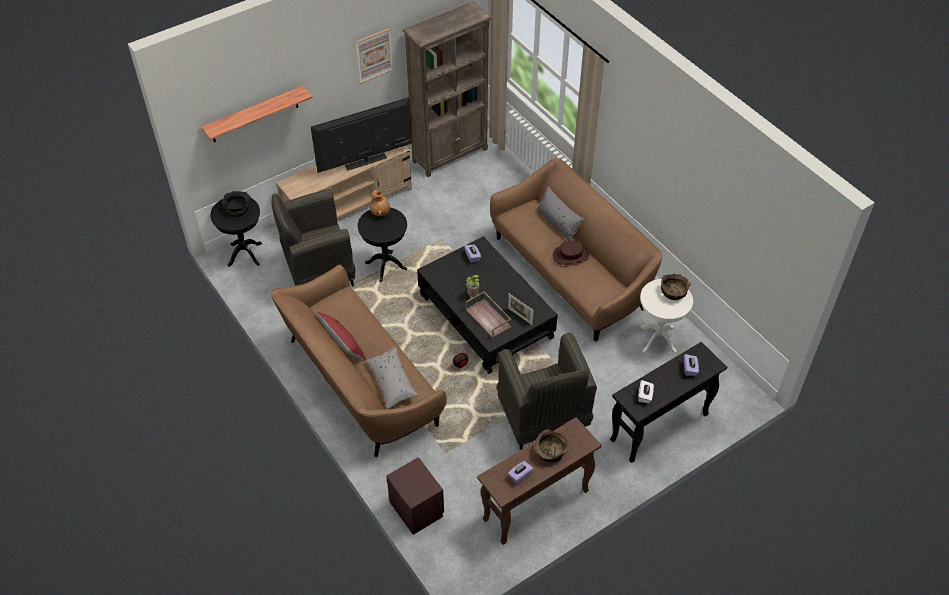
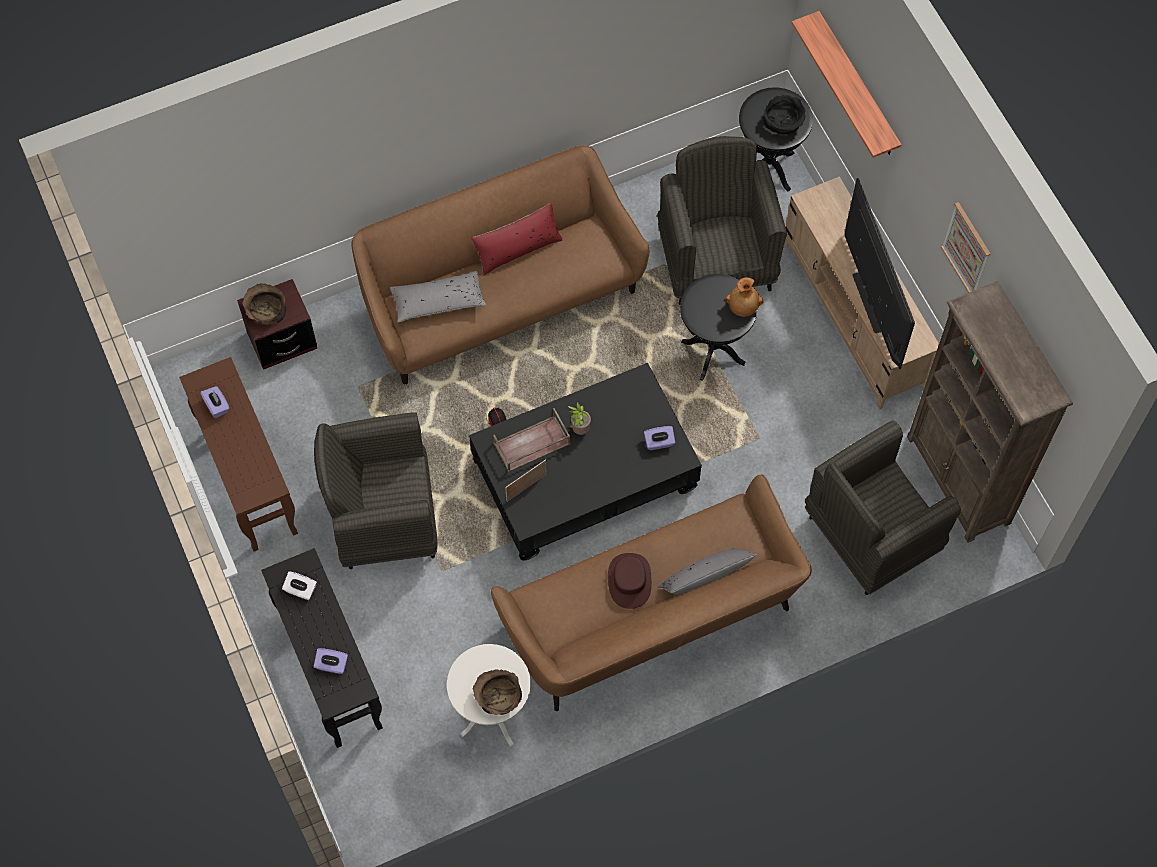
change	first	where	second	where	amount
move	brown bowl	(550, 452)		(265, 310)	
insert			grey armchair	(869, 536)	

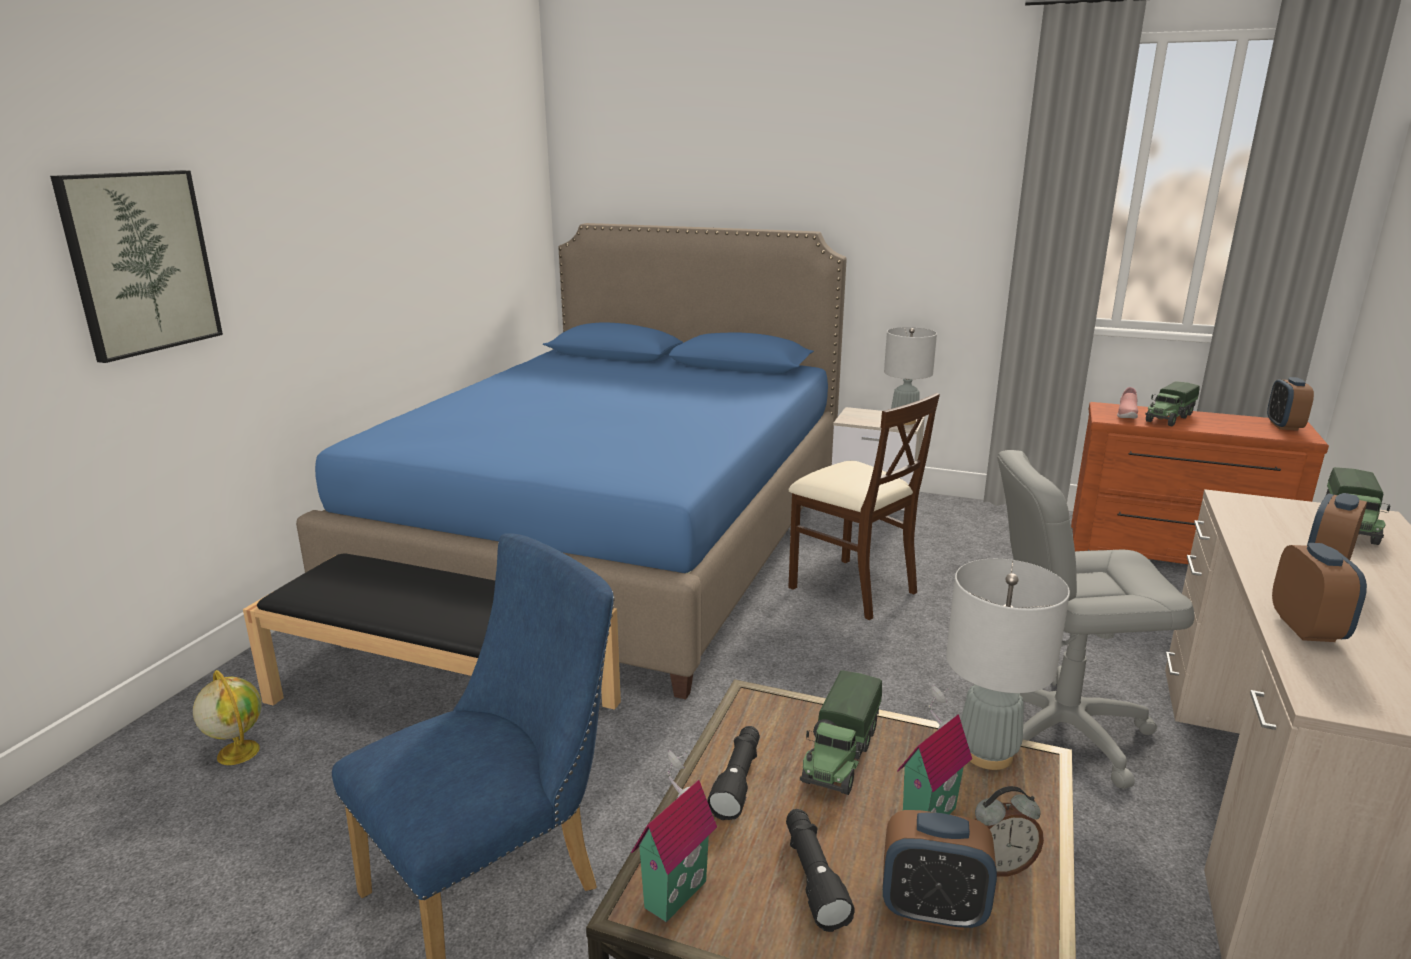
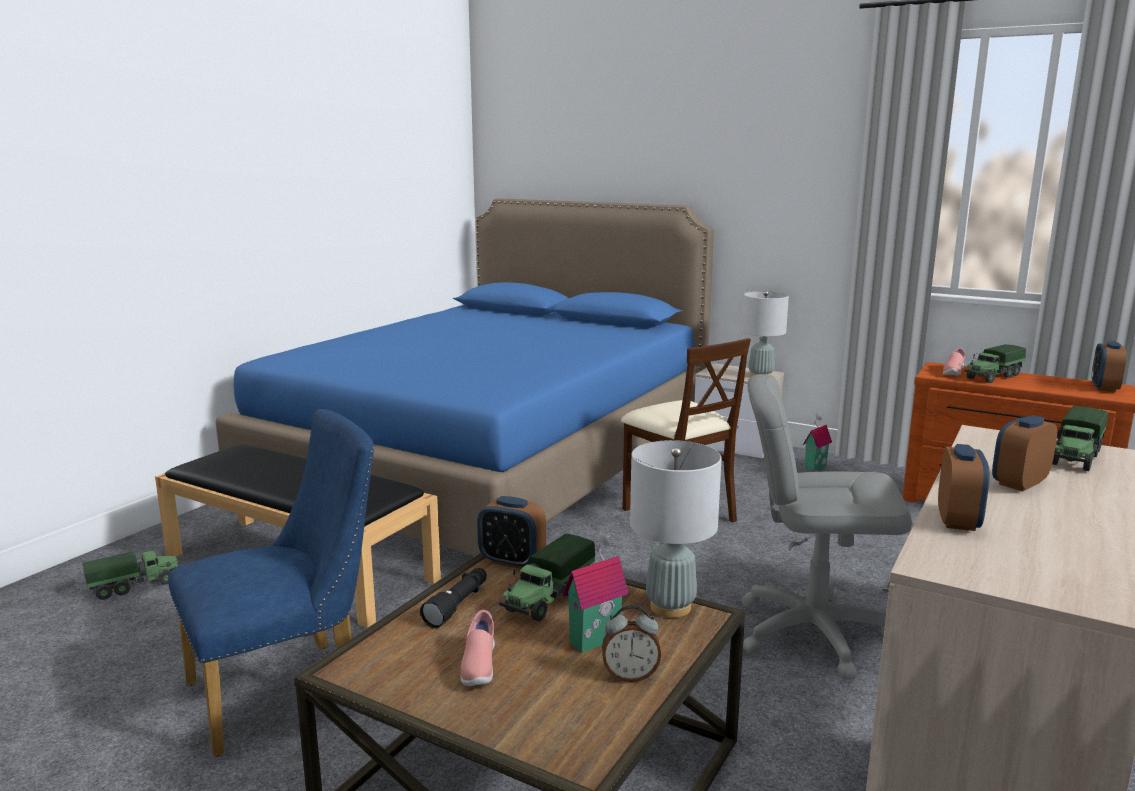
change	first	where	second	where	amount
delete	picture	(140, 263)			
replace	globe	(237, 752)	toy truck	(135, 586)	
move	toy house	(672, 891)		(814, 466)	
replace	black flashlight	(813, 877)	pink shoe	(478, 667)	
move	alarm clock	(933, 910)		(512, 561)	

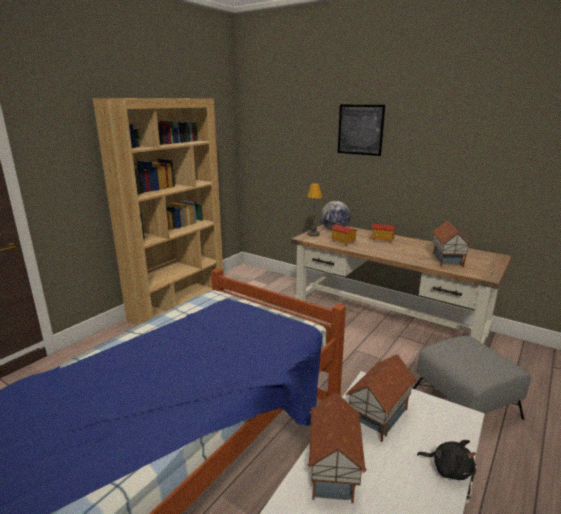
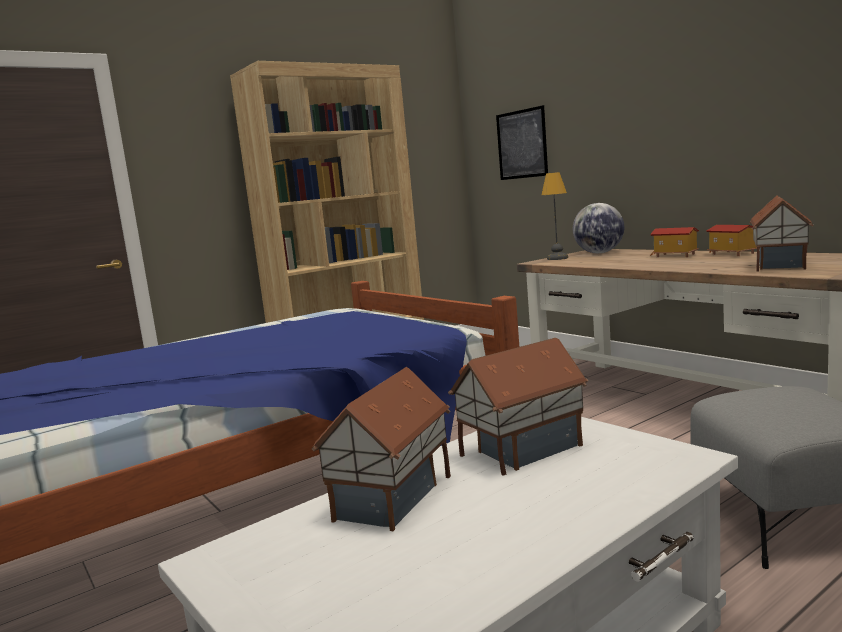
change	first	where	second	where	amount
move	picture	(360, 129)		(522, 144)	
move	toy house	(342, 242)		(731, 254)	
delete	black plush toy	(448, 468)			

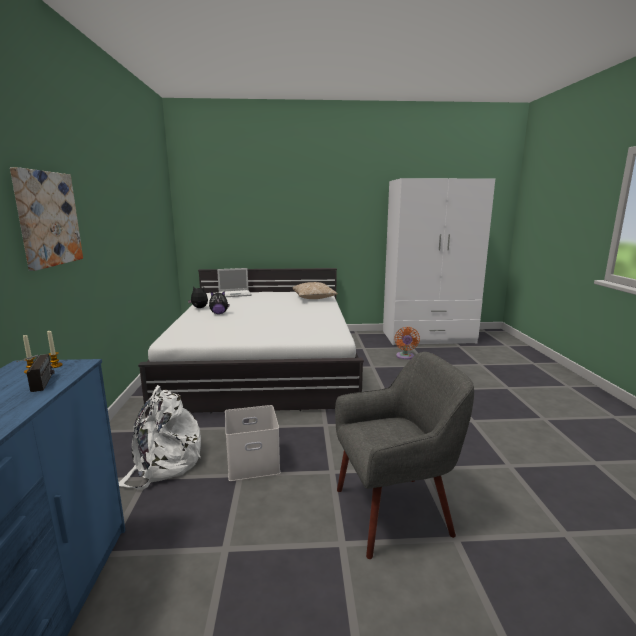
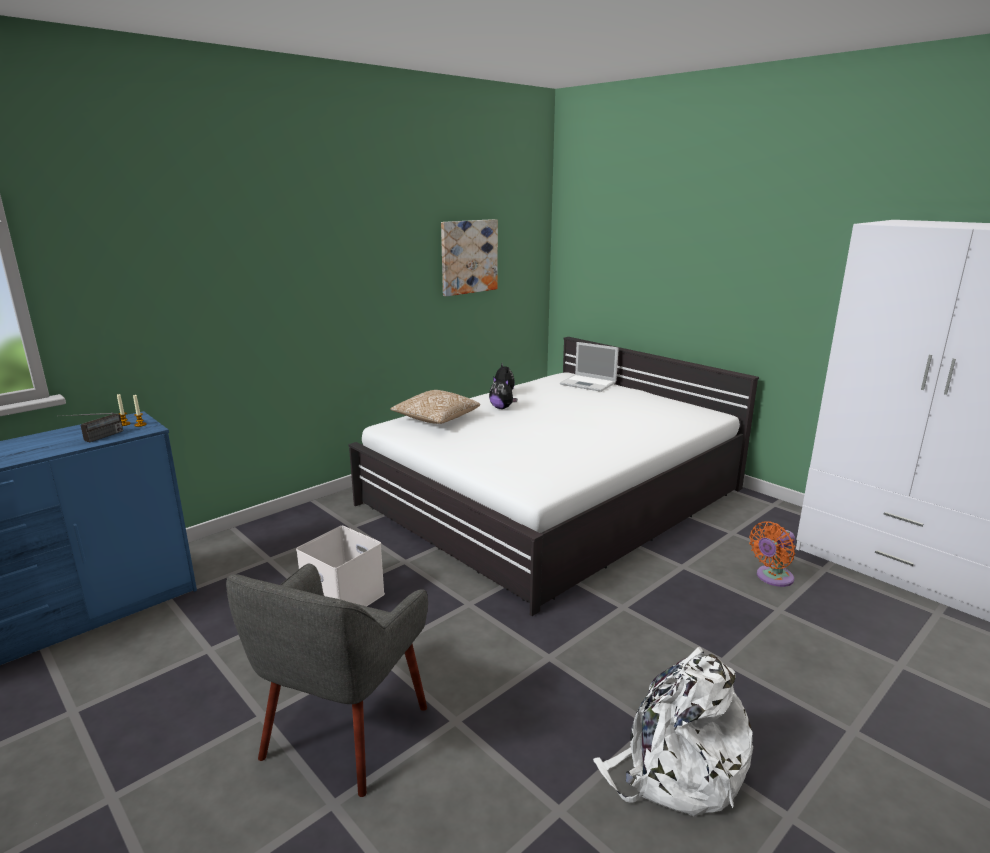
change	first	where	second	where	amount
move	picture	(47, 219)		(468, 257)	
move	pillow	(314, 298)		(435, 419)	
rotate	grey armchair	(394, 512)		(342, 732)	75 degrees clockwise
move	white backpack	(163, 464)		(675, 769)	

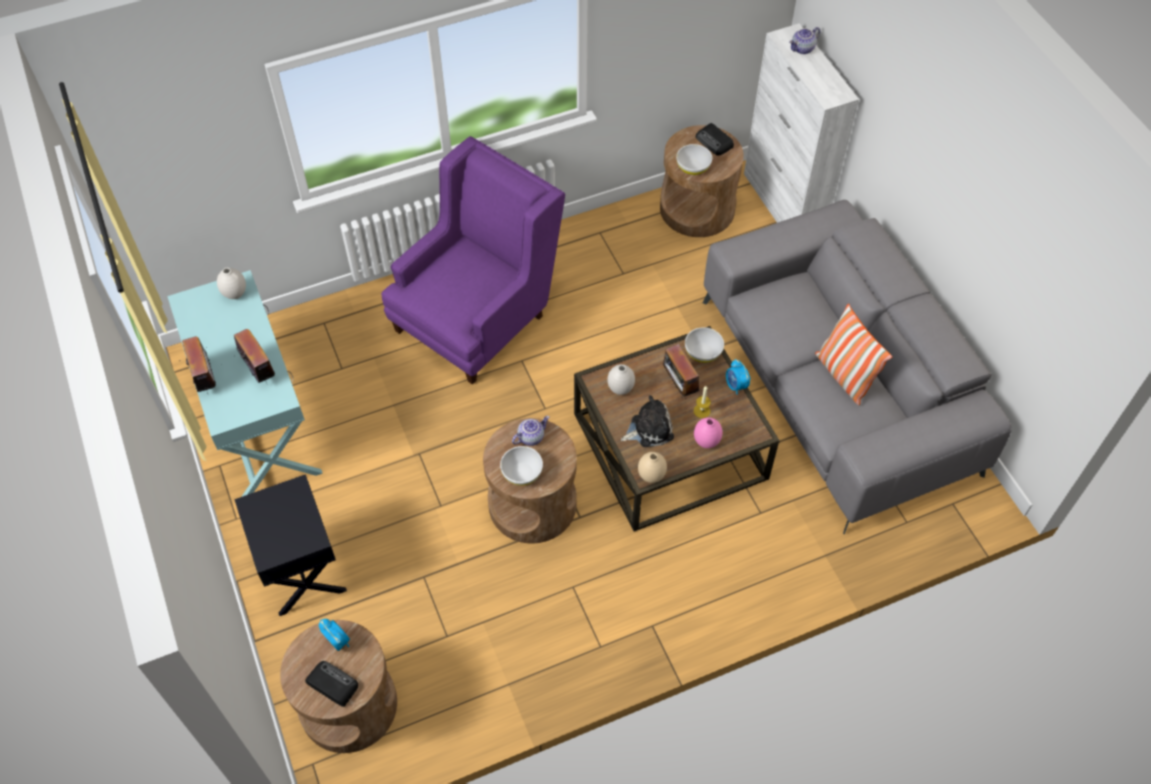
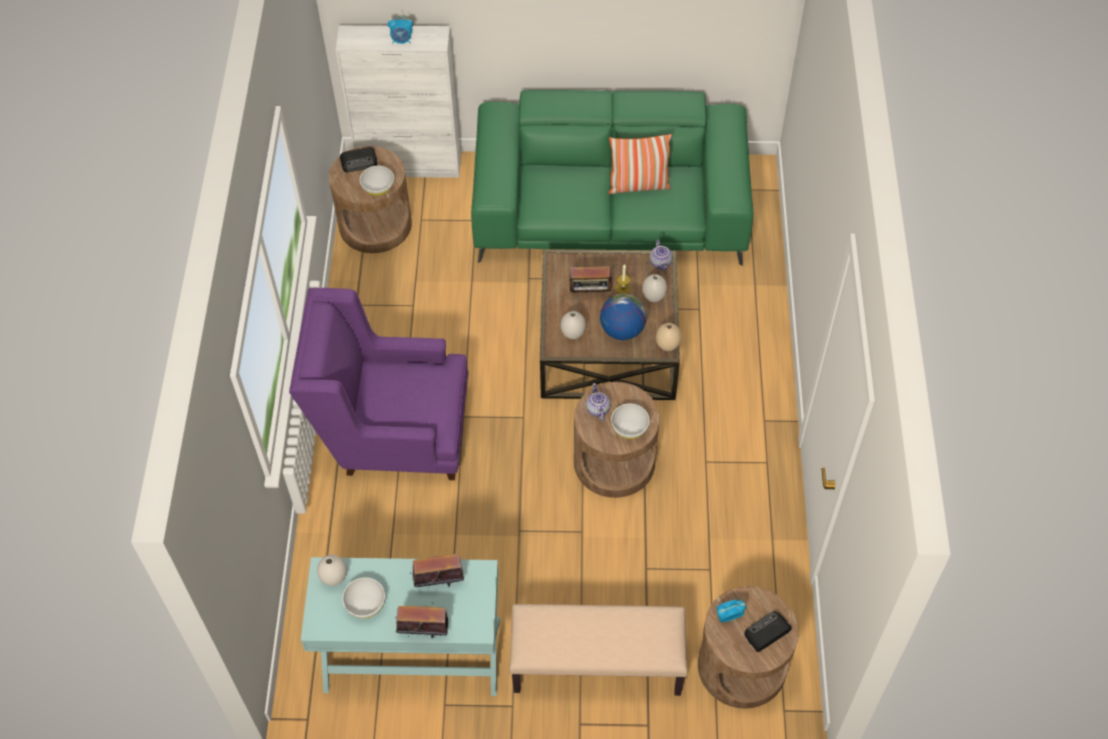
change	first	where	second	where	amount
move	teapot	(802, 49)		(661, 262)	
rotate	purple armchair	(477, 315)		(393, 432)	60 degrees counterclockwise
recolor	grey sofa	(837, 386)	green sofa	(610, 210)	
move	white bowl	(703, 352)		(365, 604)	
move	alarm clock	(736, 385)		(402, 41)	
replace	plush toy	(649, 429)	globe	(622, 330)	
recolor	pink vase	(706, 442)	white vase	(654, 297)	
replace	black nightstand	(301, 572)	beige bench	(596, 665)	

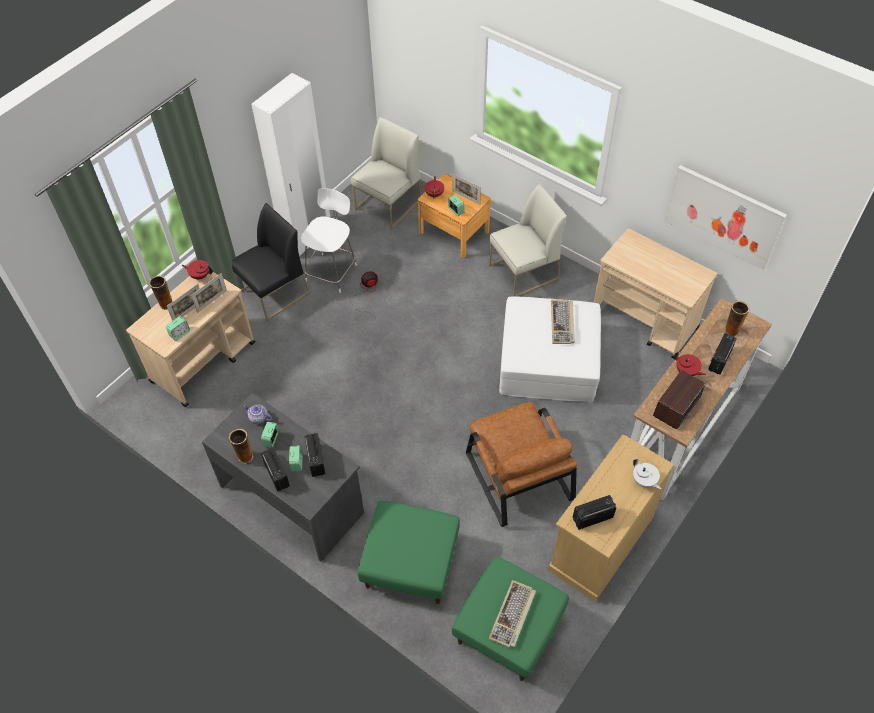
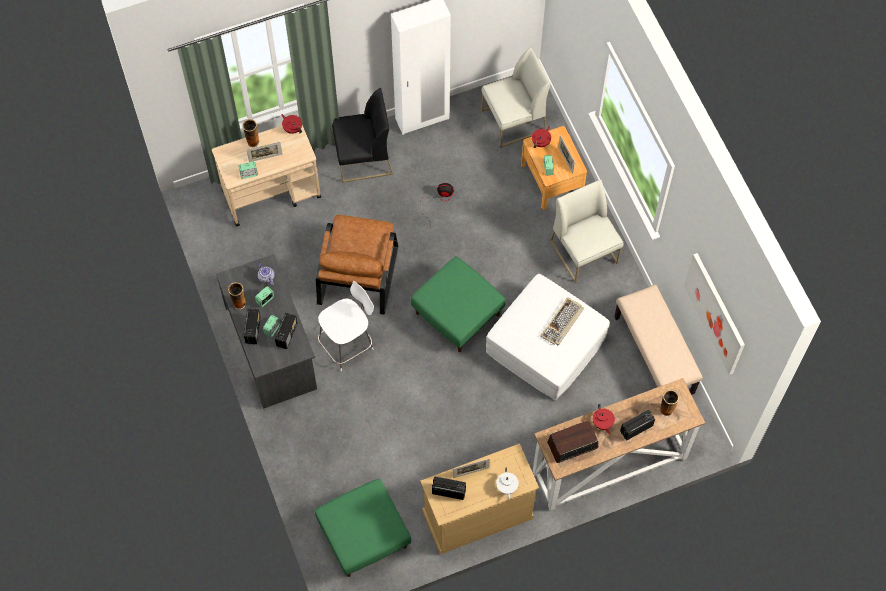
change	first	where	second	where	amount
rotate	white chair	(523, 272)		(584, 252)	120 degrees counterclockwise
move	white stool	(332, 271)		(347, 344)	
replace	beige cart	(645, 321)	beige bench	(654, 355)	
move	picture frame	(212, 301)		(471, 472)	
move	brown armchair	(517, 474)		(358, 273)	
move	green ottoman	(411, 563)		(458, 314)	
delete	keyboard	(513, 615)			

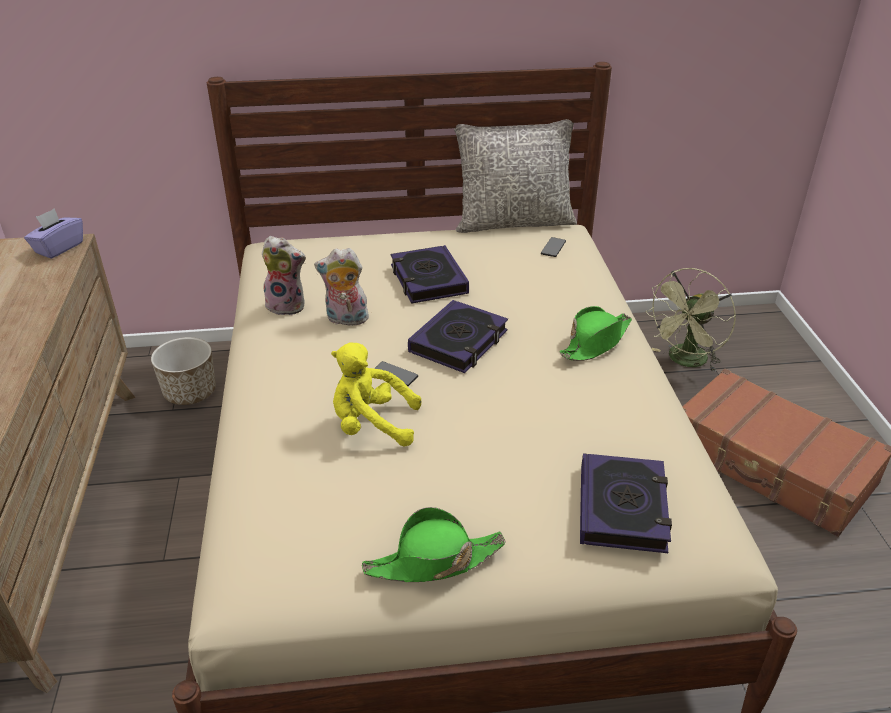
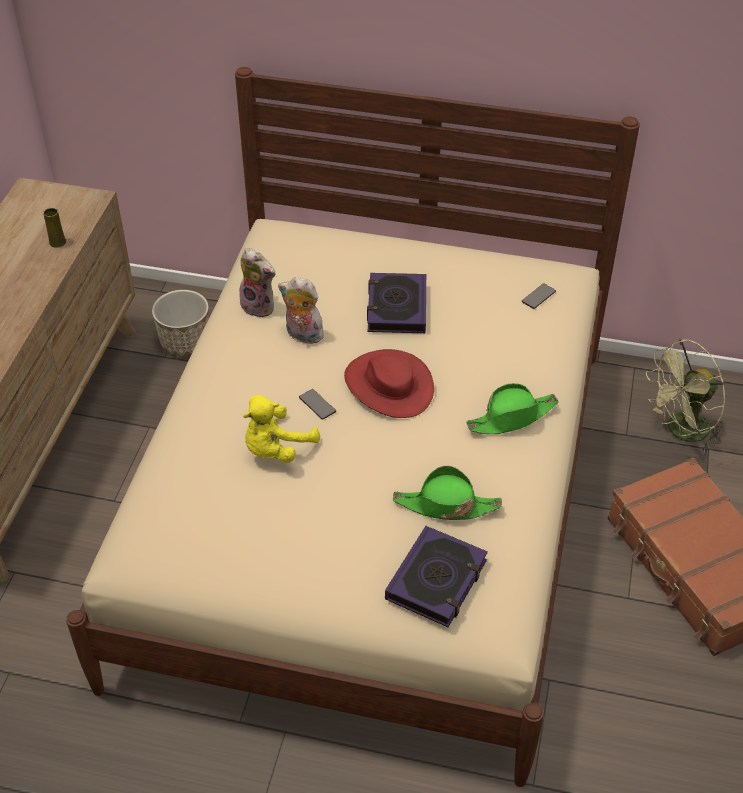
change	first	where	second	where	amount
delete	grey pillow	(513, 221)			
delete	purple tissue box	(59, 248)			
replace	book	(459, 342)	red hat	(389, 385)	
rotate	yellow plush toy	(371, 425)		(276, 449)	75 degrees counterclockwise
move	green hat	(433, 561)		(446, 505)	
insert			yellow vase	(57, 242)	

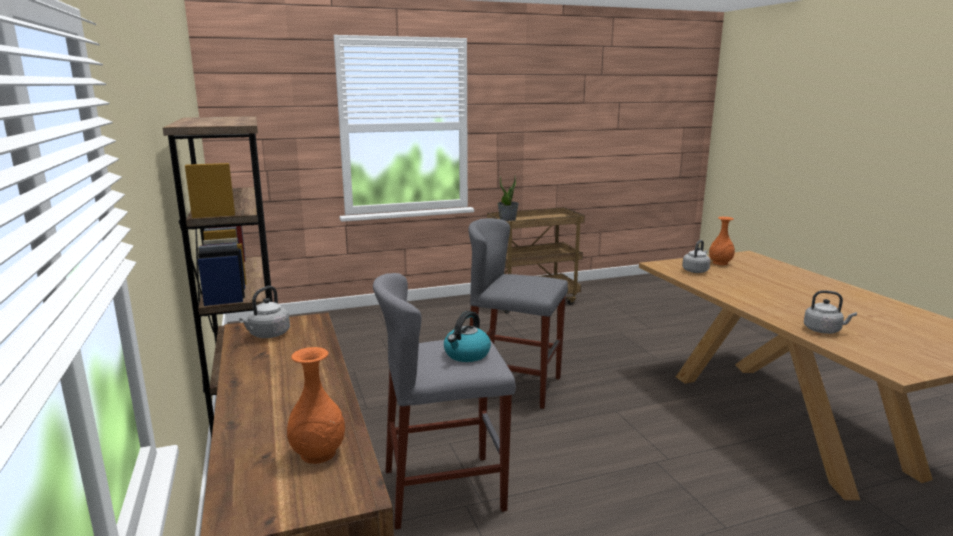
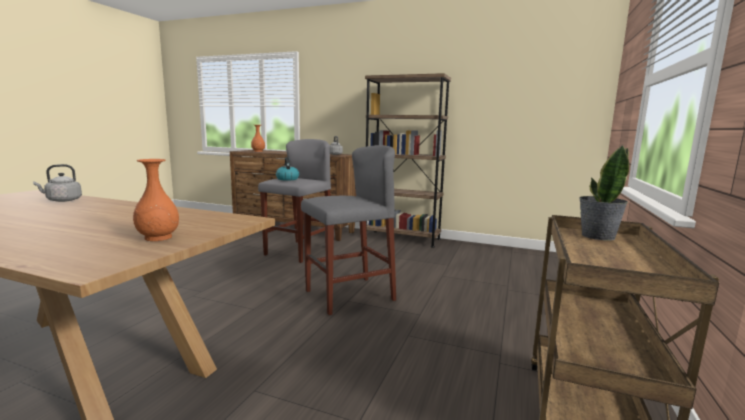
change	first	where	second	where	amount
delete	grey kettle	(696, 271)			

